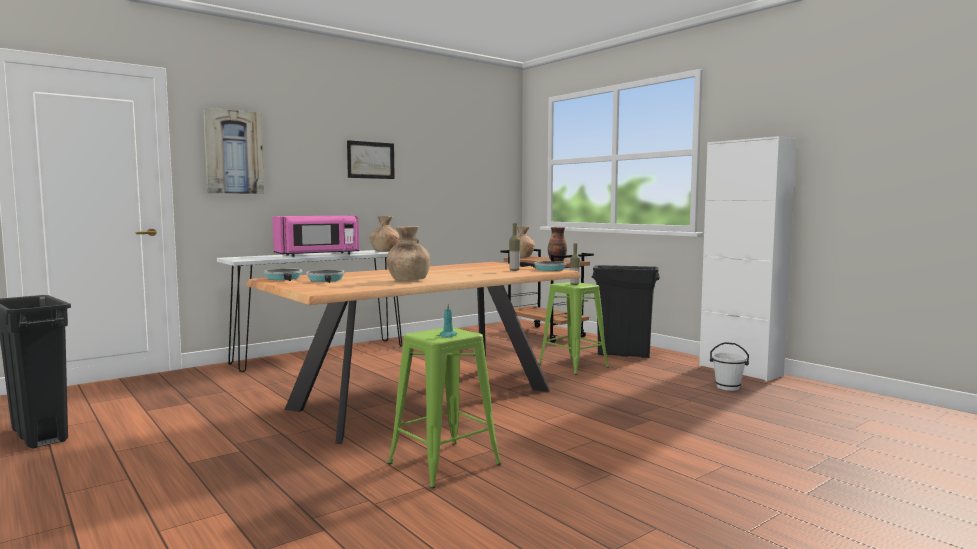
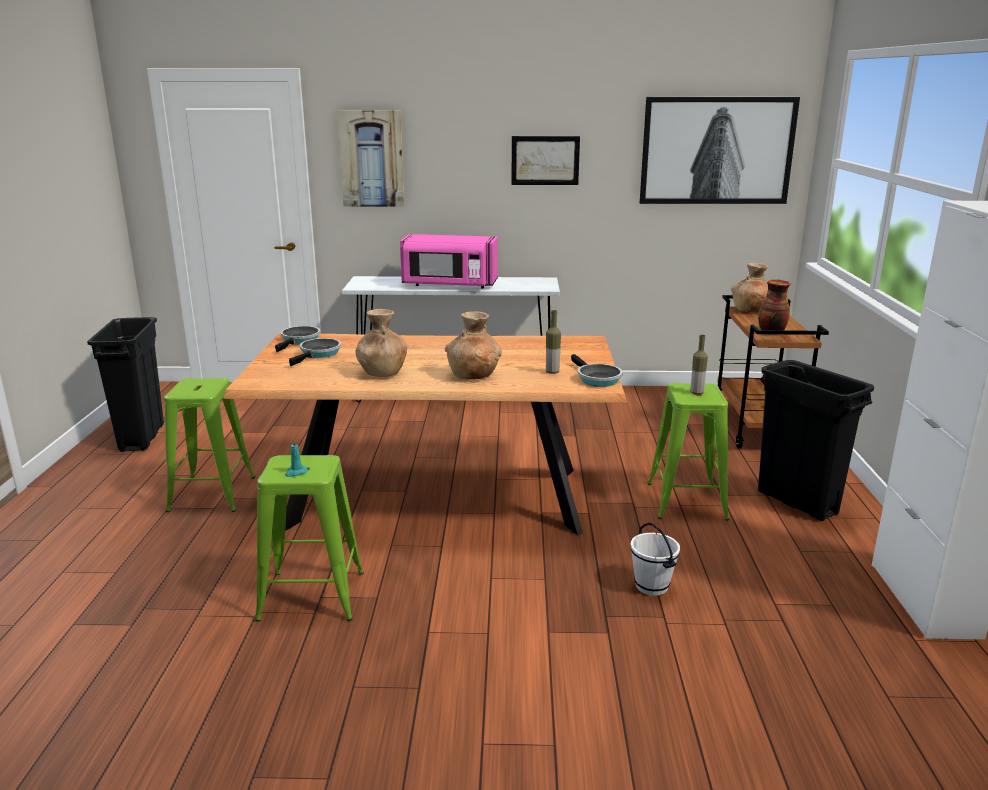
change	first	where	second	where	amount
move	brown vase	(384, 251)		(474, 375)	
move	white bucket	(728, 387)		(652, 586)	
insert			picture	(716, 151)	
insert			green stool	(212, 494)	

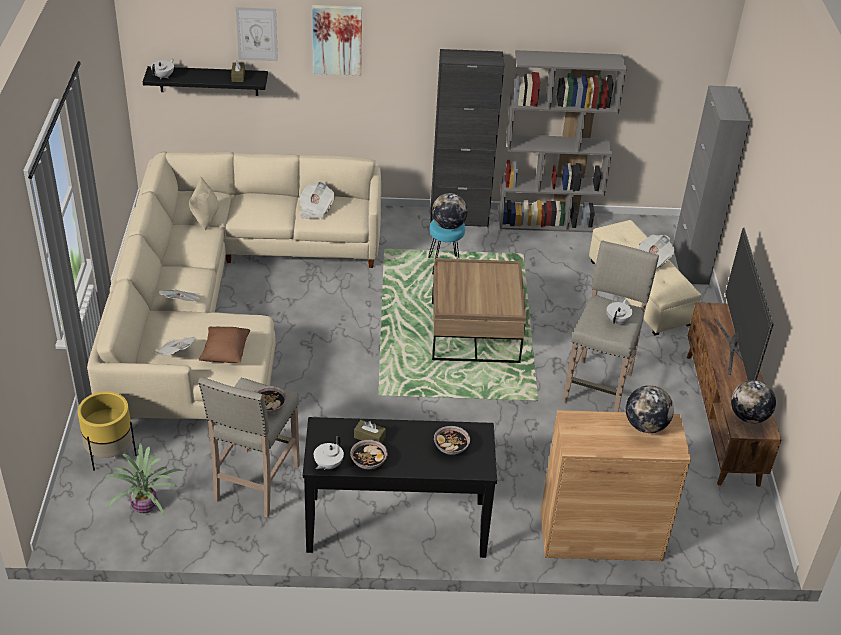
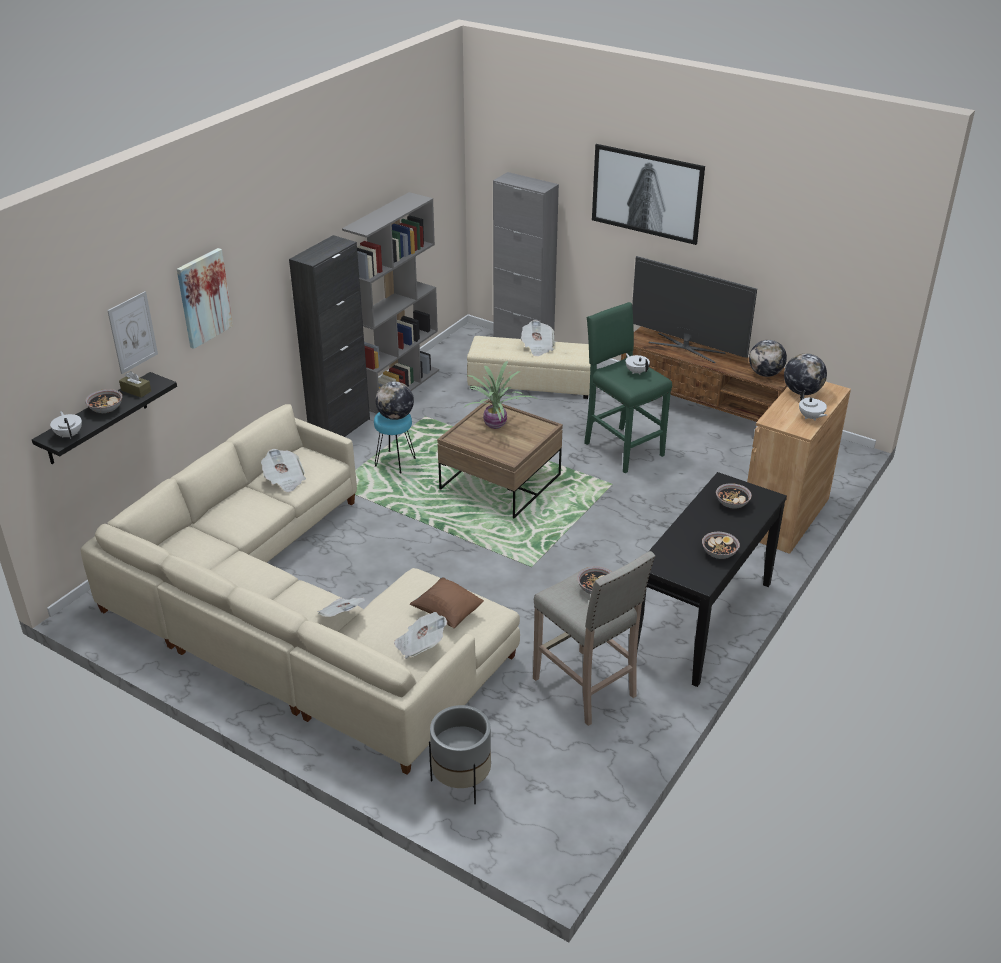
change	first	where	second	where	amount
delete	beige pillow	(205, 217)			
recolor	beige stool	(599, 386)	green stool	(622, 448)	
recolor	yellow planter	(111, 454)	grey planter	(461, 782)	
delete	brown tissue box	(369, 437)			
move	white teapot	(328, 465)		(810, 417)	
move	potted plant	(145, 508)		(496, 425)	
insert			picture	(647, 193)	
insert			bowl	(106, 408)	

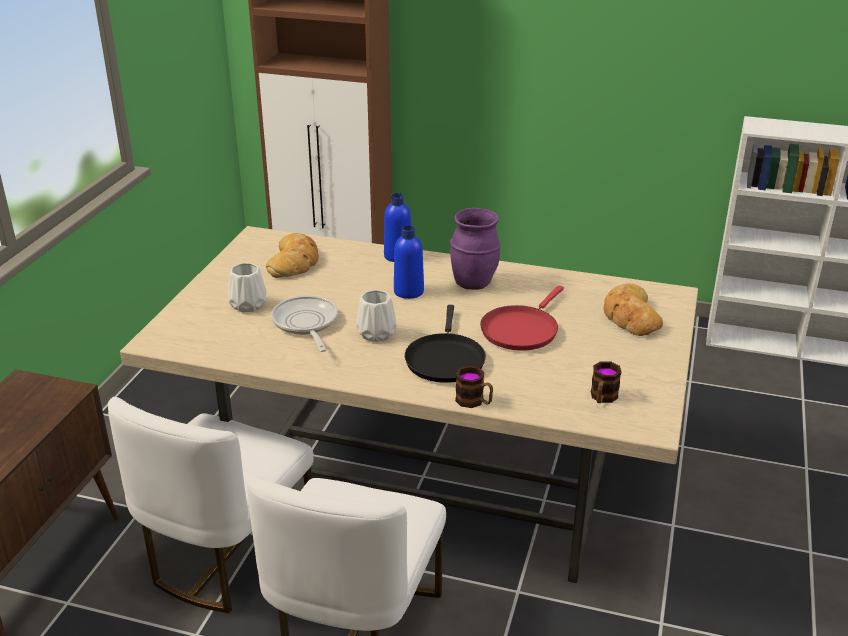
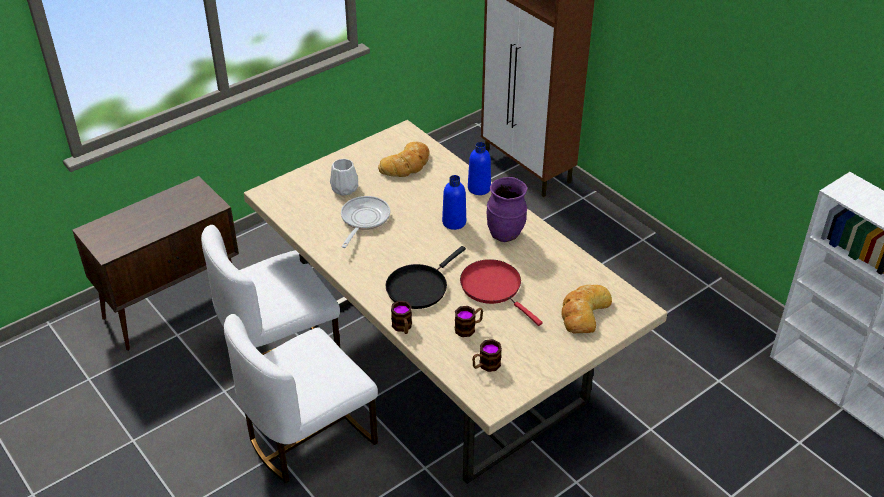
change	first	where	second	where	amount
rotate	red frying pan	(521, 330)		(493, 288)	75 degrees clockwise
delete	white vase	(376, 333)			
insert			mug	(469, 328)	

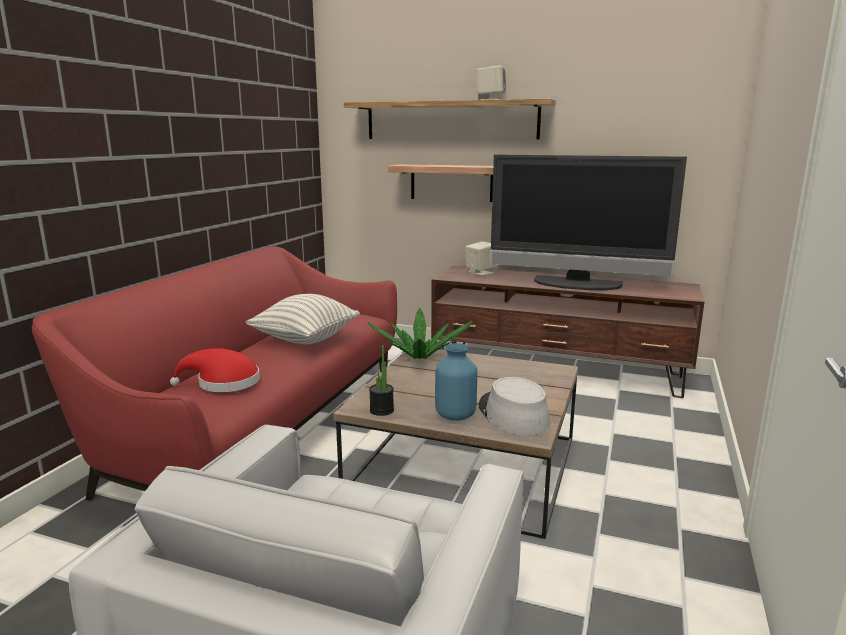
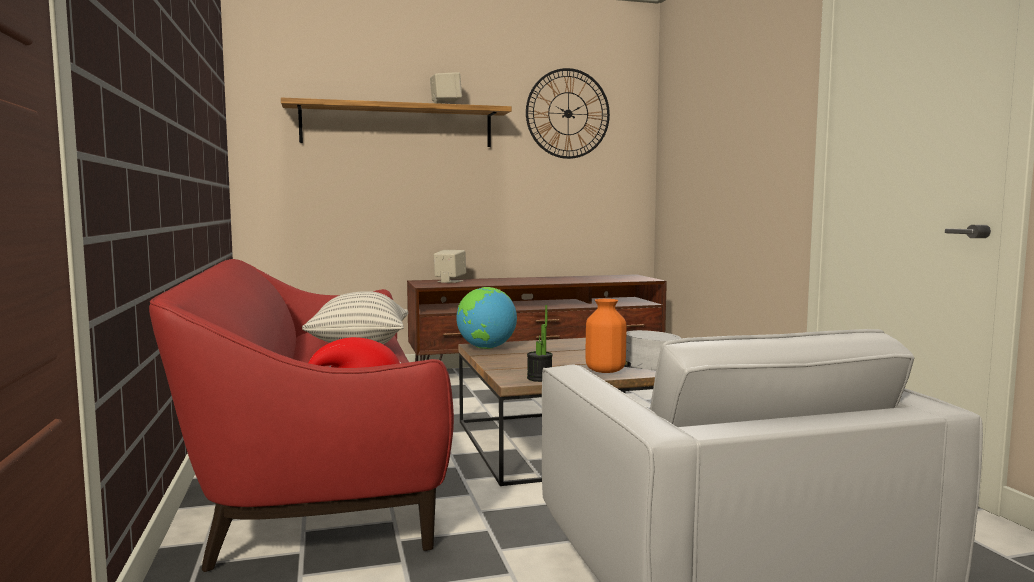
change	first	where	second	where	amount
delete	television	(576, 284)			
delete	shelf	(451, 182)			
replace	potted plant	(420, 357)	globe	(486, 348)	
recolor	blue vase	(454, 415)	orange vase	(604, 371)	
insert			wall clock	(568, 113)	

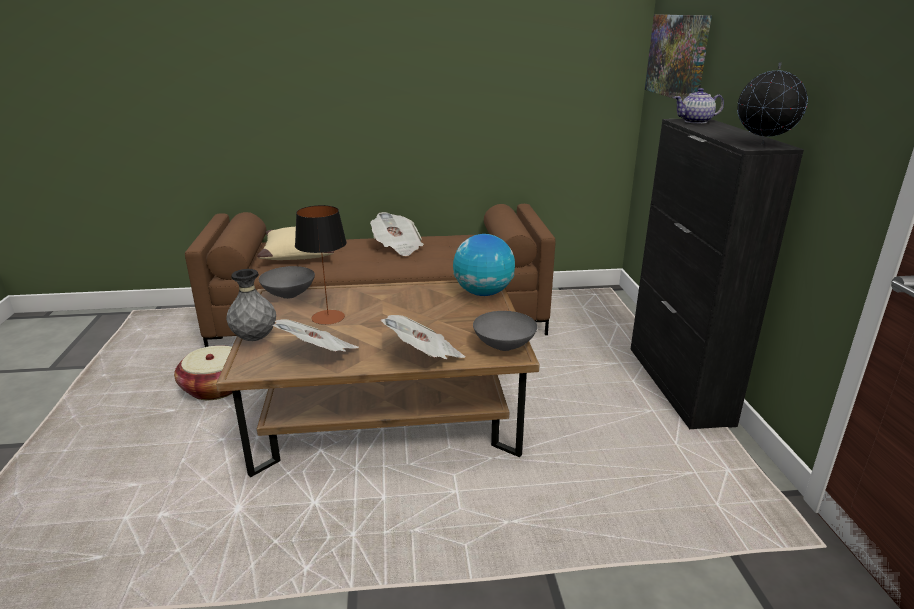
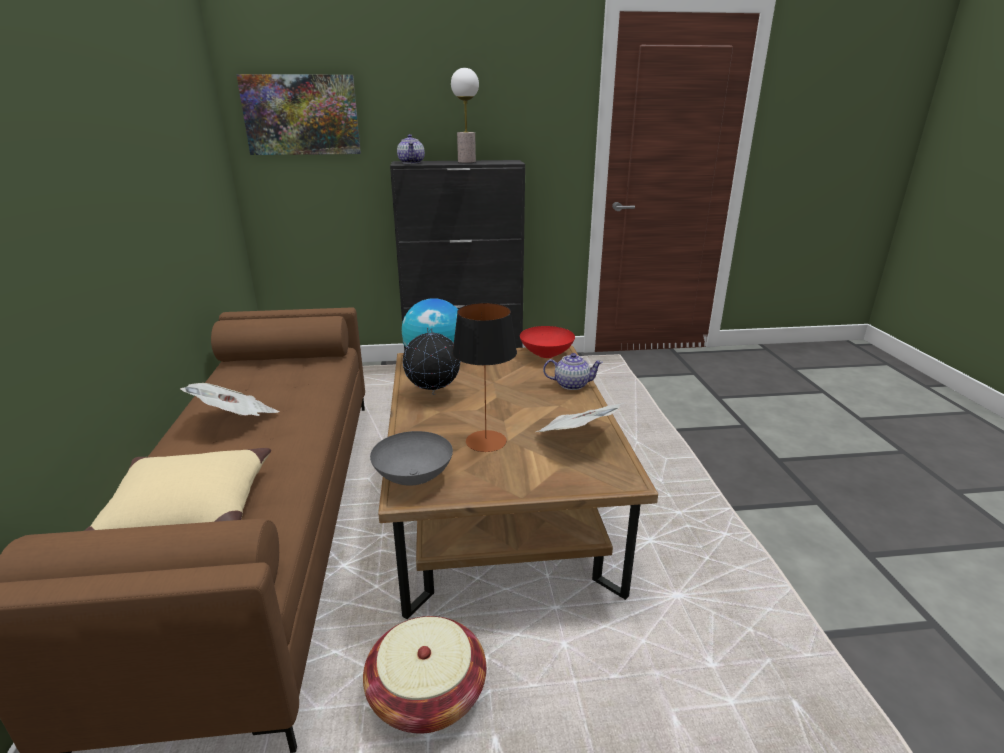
change	first	where	second	where	amount
move	globe	(763, 145)		(433, 394)	
delete	grey vase	(255, 338)			
recolor	grey bowl	(504, 346)	red bowl	(547, 354)	
replace	newspaper	(424, 356)	teapot	(571, 384)	
insert			table lamp	(467, 162)	

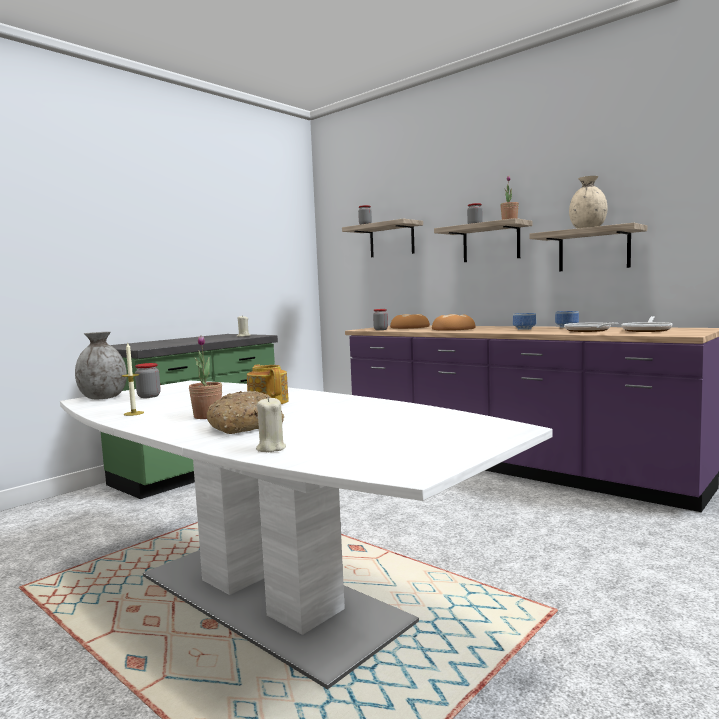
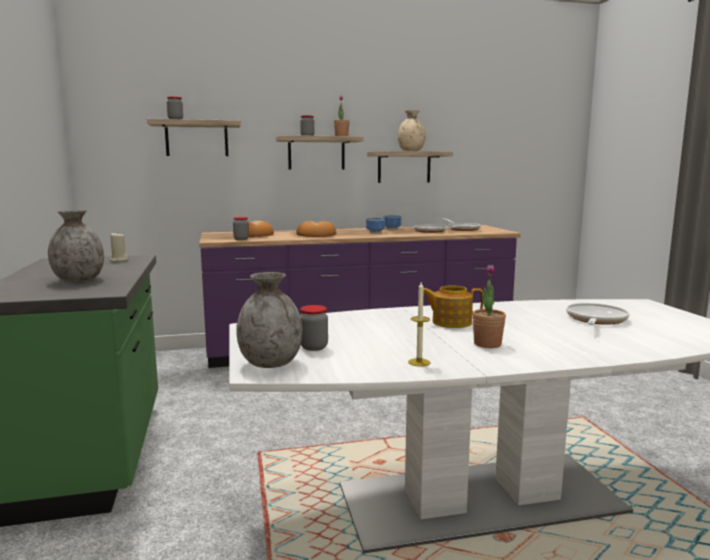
change	first	where	second	where	amount
delete	bread	(246, 426)			
delete	beige candle	(271, 448)			
insert			grey vase	(79, 280)	
insert			frying pan	(595, 320)	

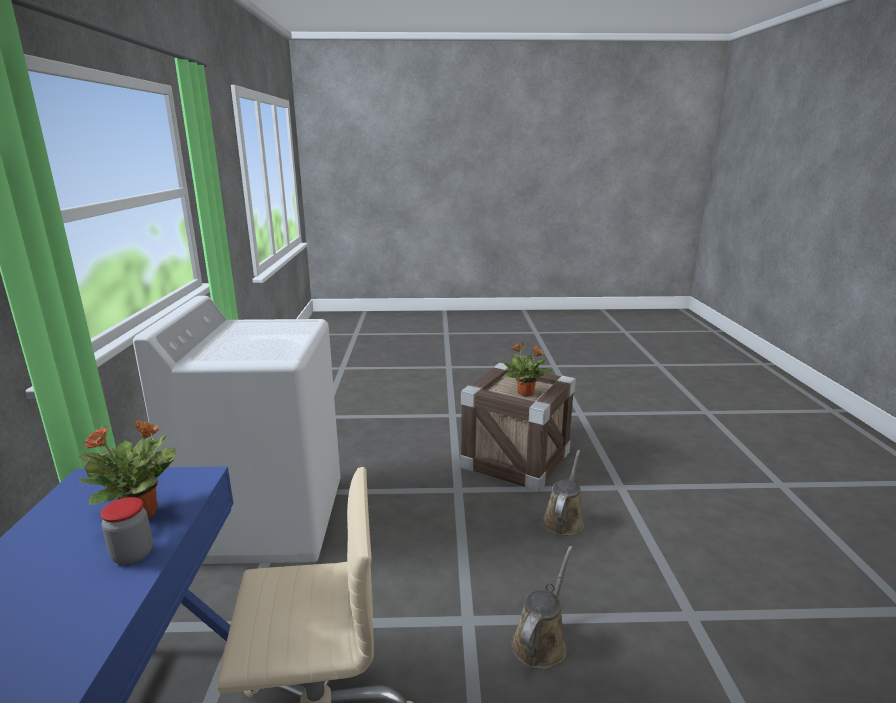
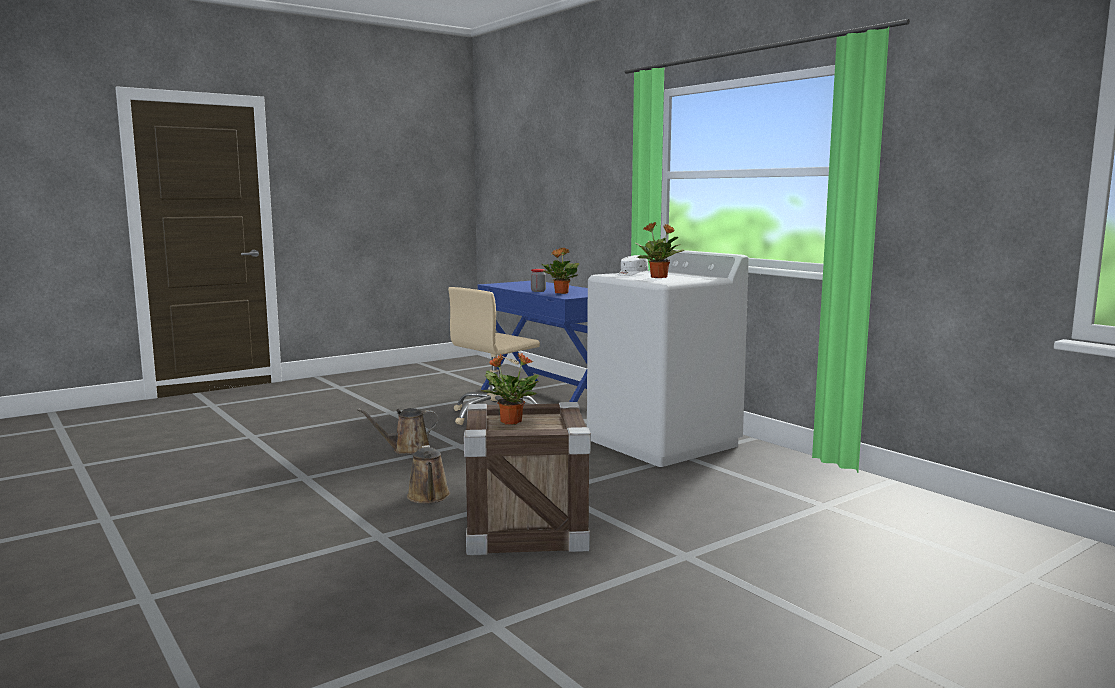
change	first	where	second	where	amount
rotate	brown watering can	(541, 641)		(407, 450)	75 degrees clockwise
insert			potted plant	(659, 277)	
insert			white cap	(631, 274)	

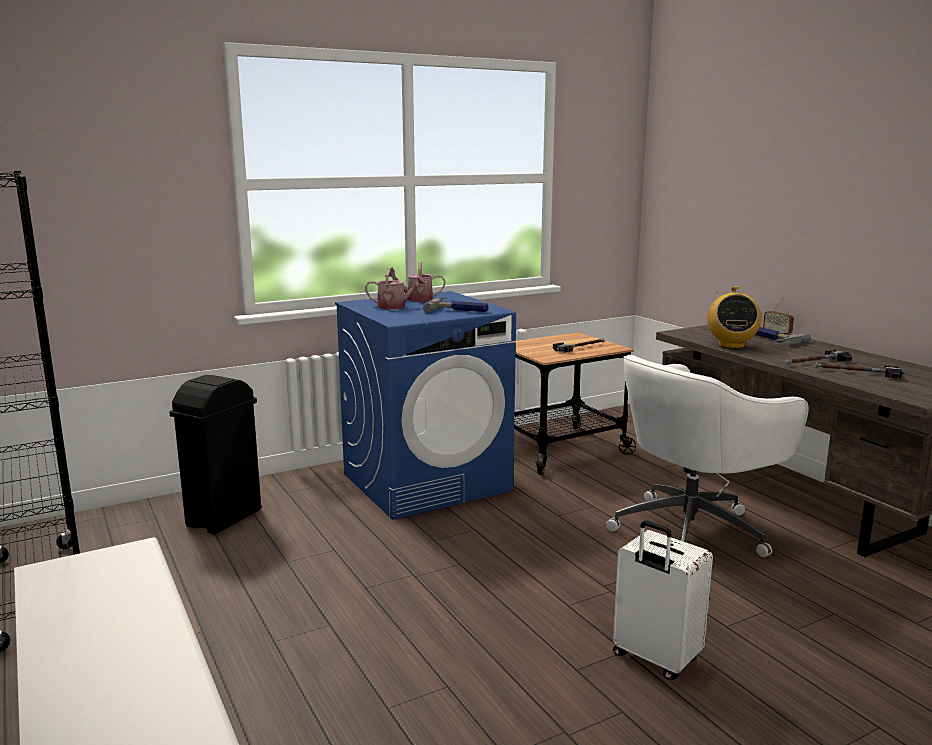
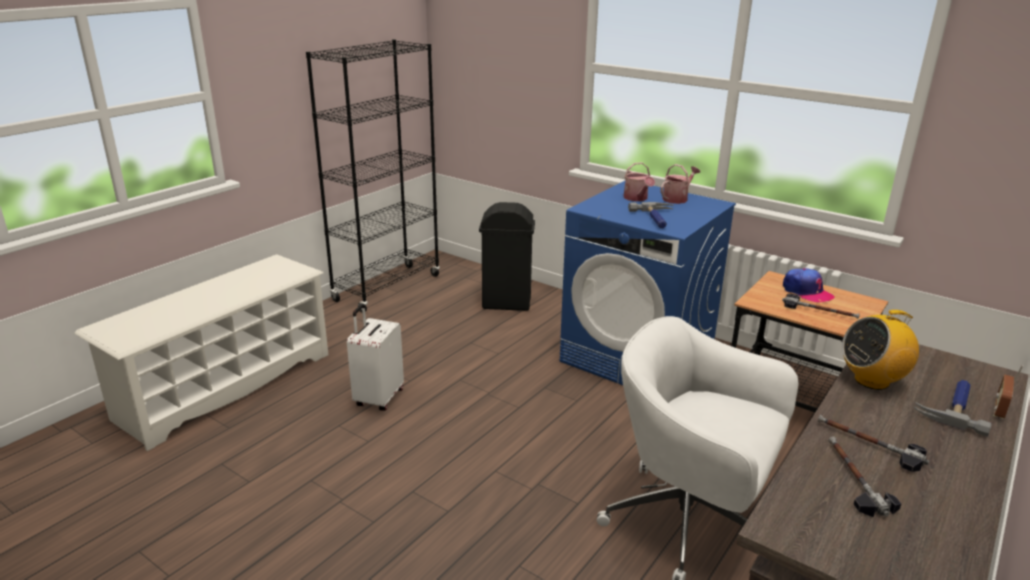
change	first	where	second	where	amount
rotate	watering can	(415, 299)		(677, 198)	75 degrees clockwise
move	white suitcase	(654, 659)		(378, 398)	
insert			cap	(806, 292)	

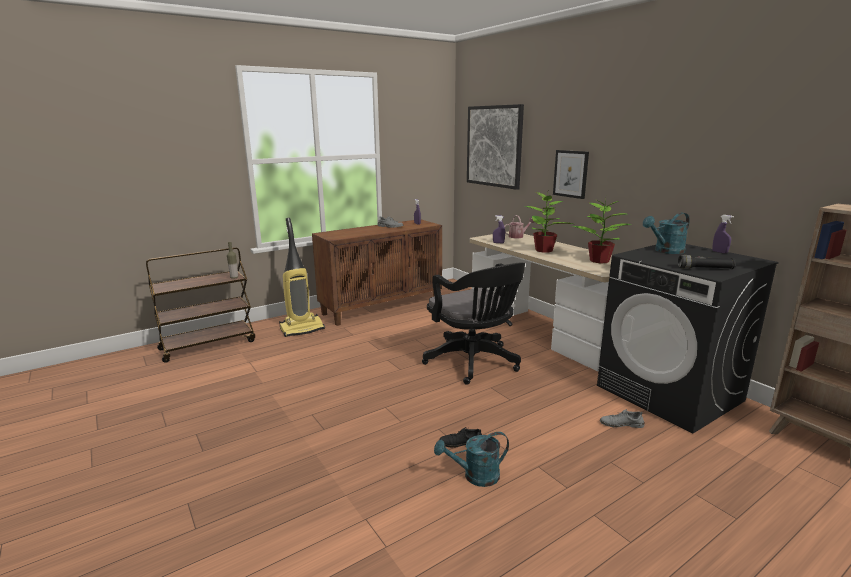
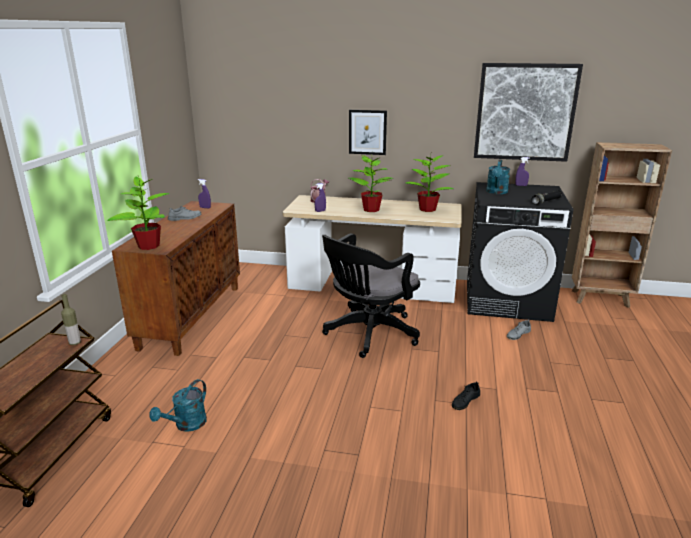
change	first	where	second	where	amount
move	picture	(494, 146)		(525, 112)	
delete	vacuum cleaner	(302, 329)			
rotate	black office chair	(474, 363)		(368, 334)	120 degrees clockwise
move	turquoise watering can	(475, 476)		(186, 425)	
insert			potted plant	(148, 246)	

